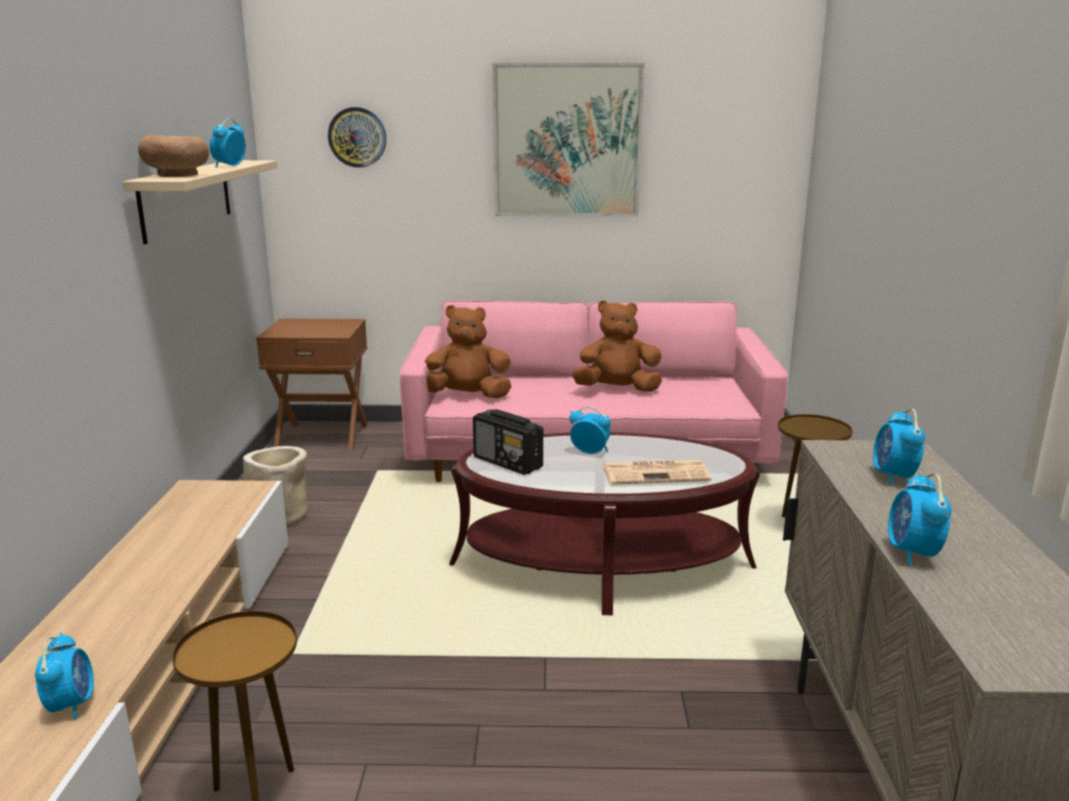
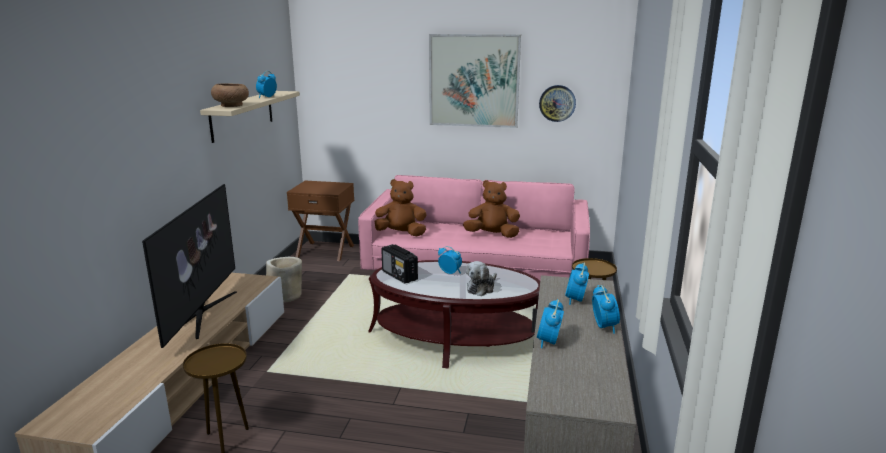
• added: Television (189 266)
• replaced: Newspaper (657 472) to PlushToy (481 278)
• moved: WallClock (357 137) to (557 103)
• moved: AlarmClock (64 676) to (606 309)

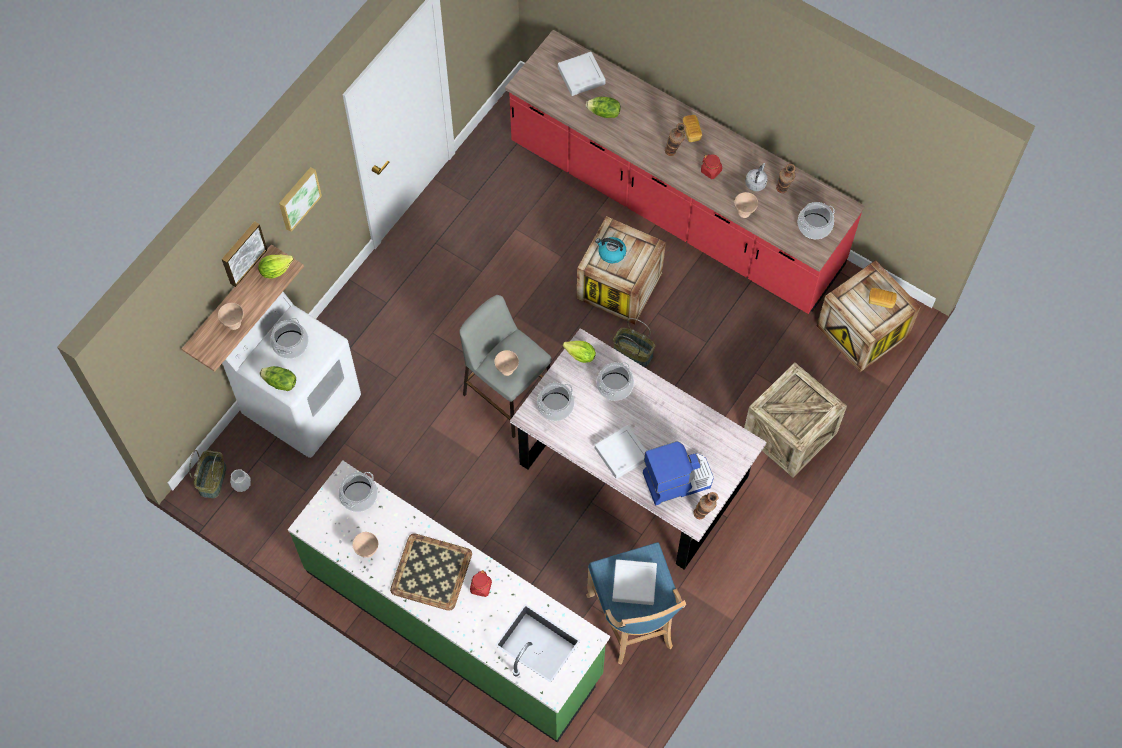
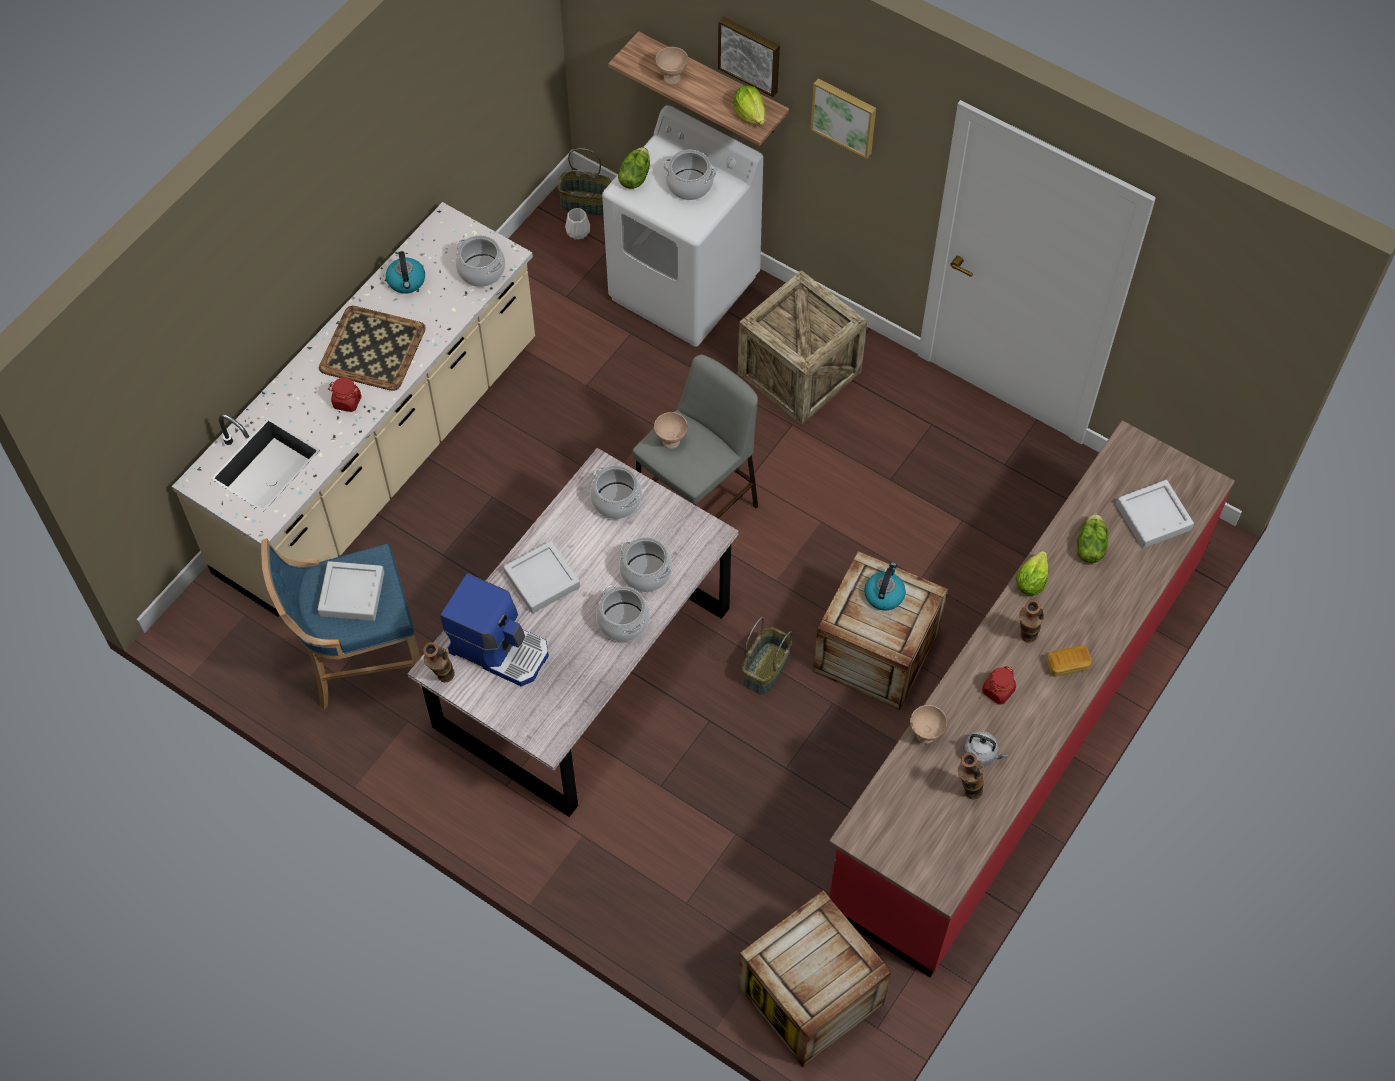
• recoloured: GreenCounter (449 601) to BeigeCounter (353 409)
• replaced: BeigeBowl (365 545) to Kettle (405 272)
• turned: CoffeeMachine (678 473) = (494 630) 45 degrees counterclockwise
• moved: CookingPot (816 220) to (623 613)
• moved: Crate (795 420) to (802 347)
• moved: Lettuce (579 352) to (1031 573)
• removed: Bread (883 298)

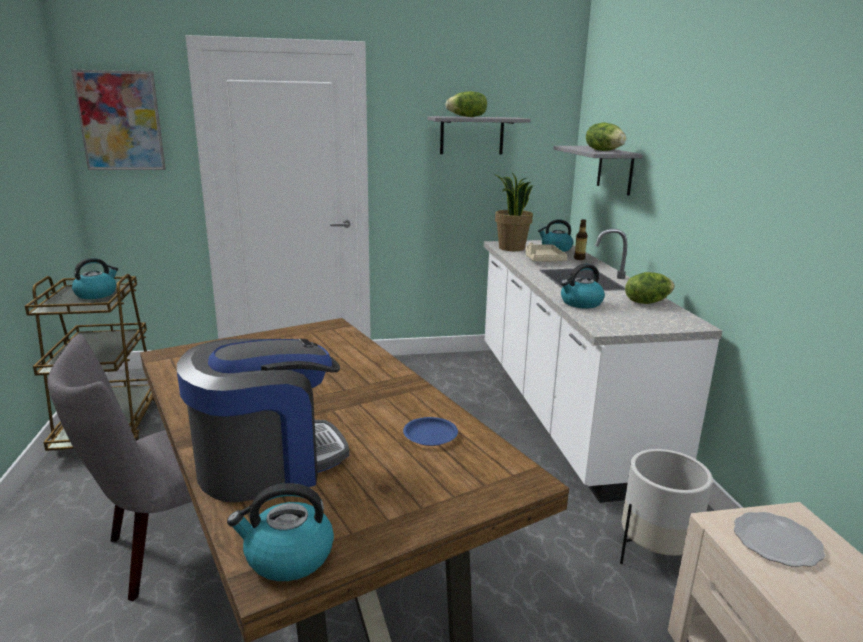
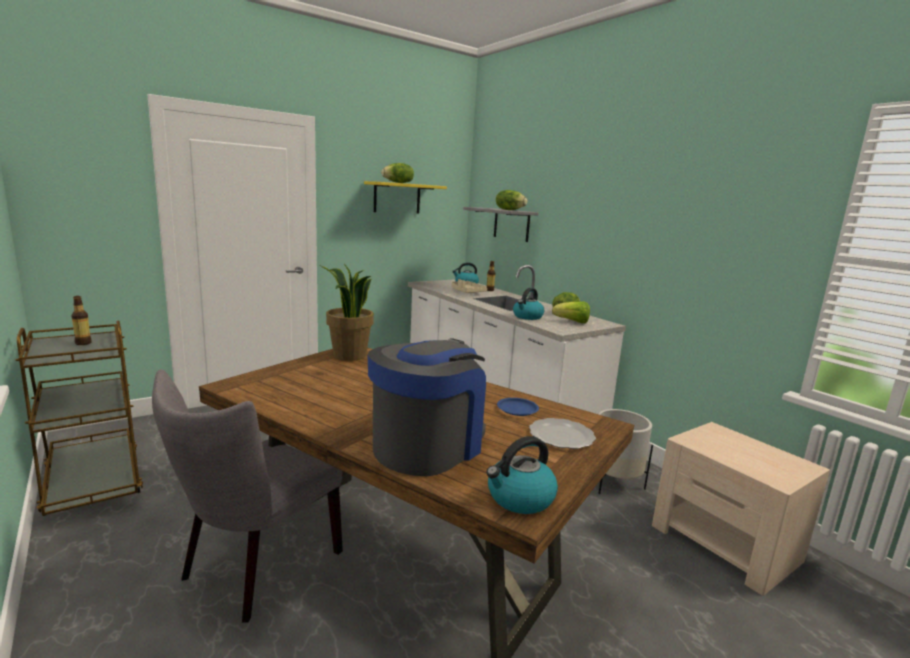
• replaced: Kettle (95 278) to Bottle (81 320)
• moved: PottedPlant (513 212) to (347 312)
• recoloured: GreyShelf (479 135) to YellowShelf (405 197)
• moved: Plate (779 539) to (562 433)
• added: Lettuce (571 312)
• removed: Picture (118 120)

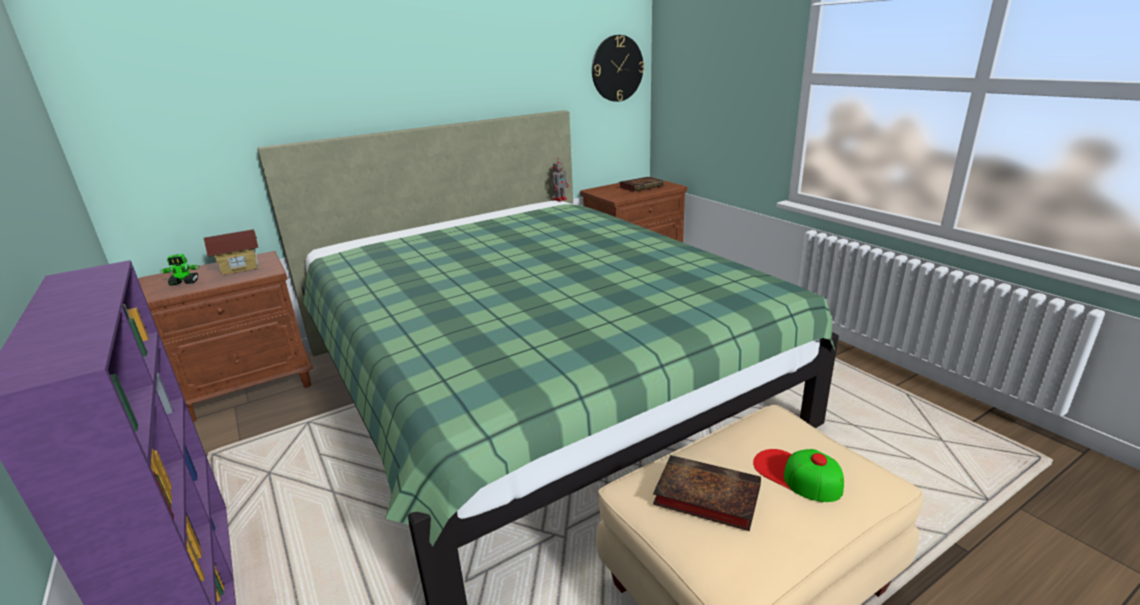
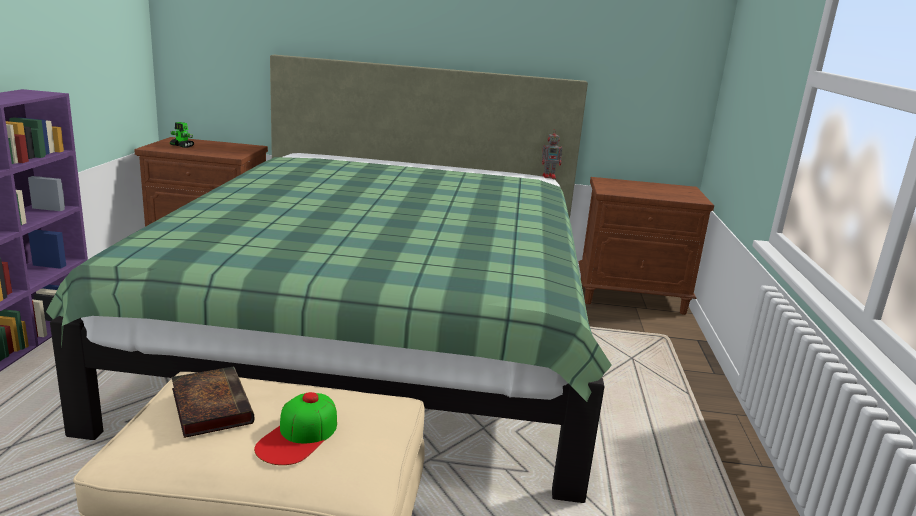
• turned: Cap (798 475) = (295 428) 150 degrees counterclockwise
• removed: ToyHouse (231 252)
• removed: WallClock (618 68)
• removed: Book (641 184)

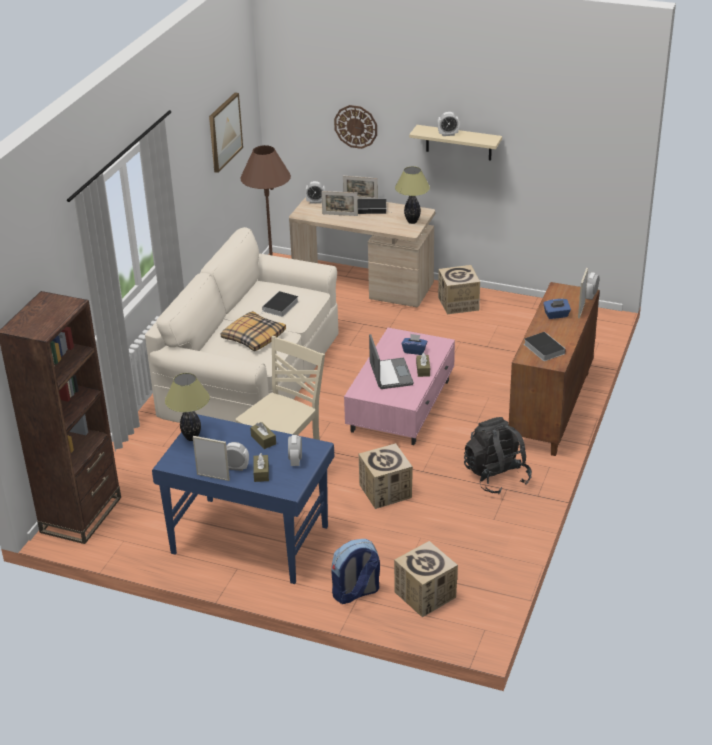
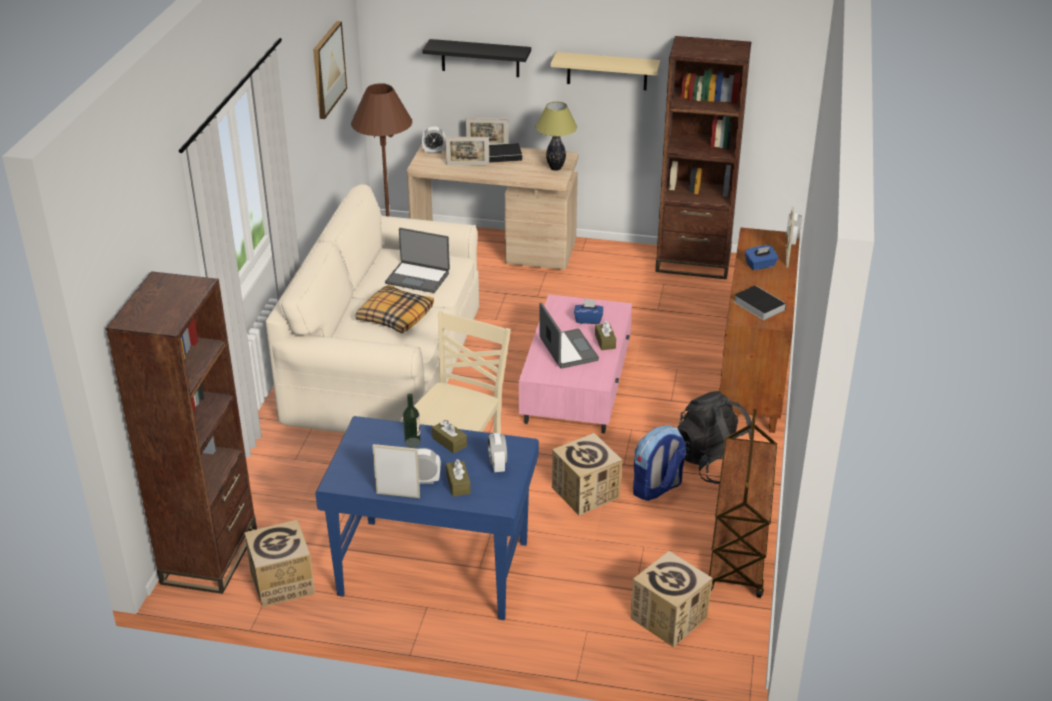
• moved: CardboardBox (459 289) to (279 563)
• replaced: Book (280 304) to Laptop (417 260)
• added: Bottle (412 421)
• replaced: WallClock (355 127) to BlackShelf (476 58)
• moved: Backpack (355 571) to (659 463)
• added: BrownBookcase (703 157)
• added: BrownCart (743 503)
• removed: TableLamp (187 407)
• removed: AlarmClock (448 124)

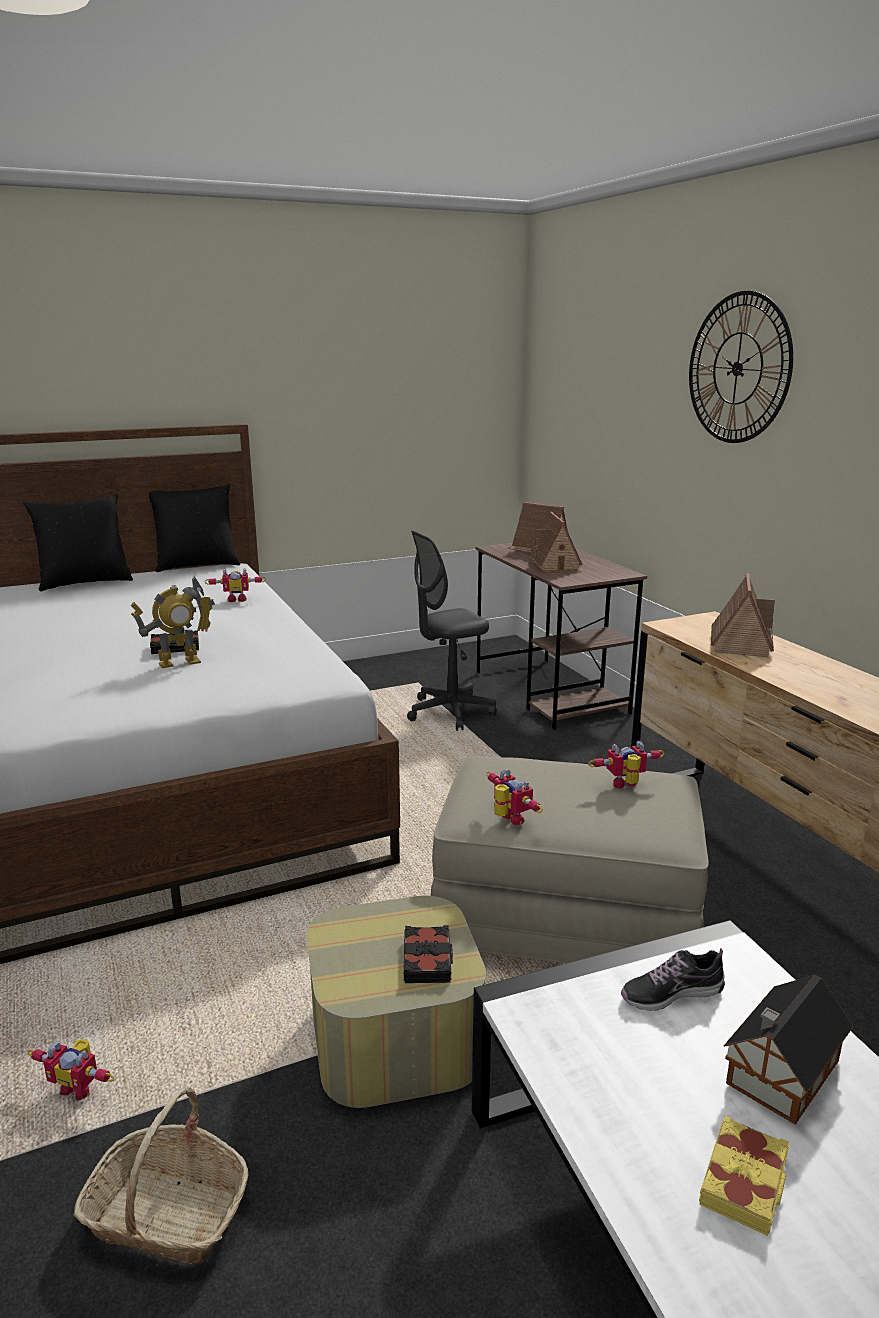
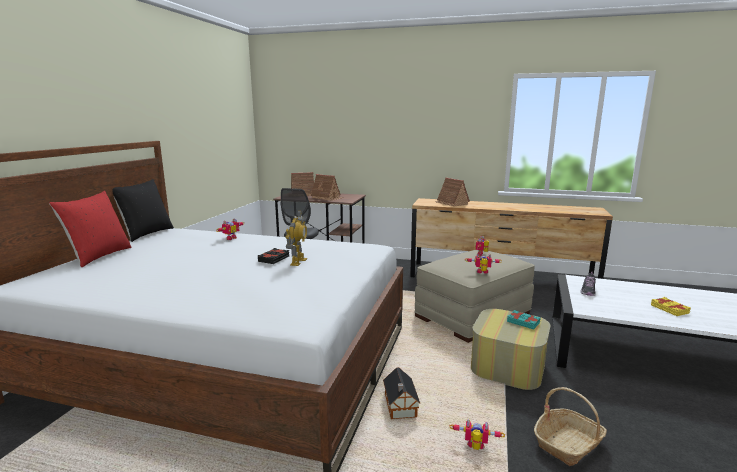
• recoloured: BlackPillow (78 542) to RedPillow (90 229)
• moved: ToyHouse (788 1050) to (401 393)
• turned: ToyRobot (71 1069) = (477 434) 135 degrees counterclockwise
• recoloured: BlackBook (428 954) to TurquoiseBook (524 319)
• removed: WallClock (741 367)

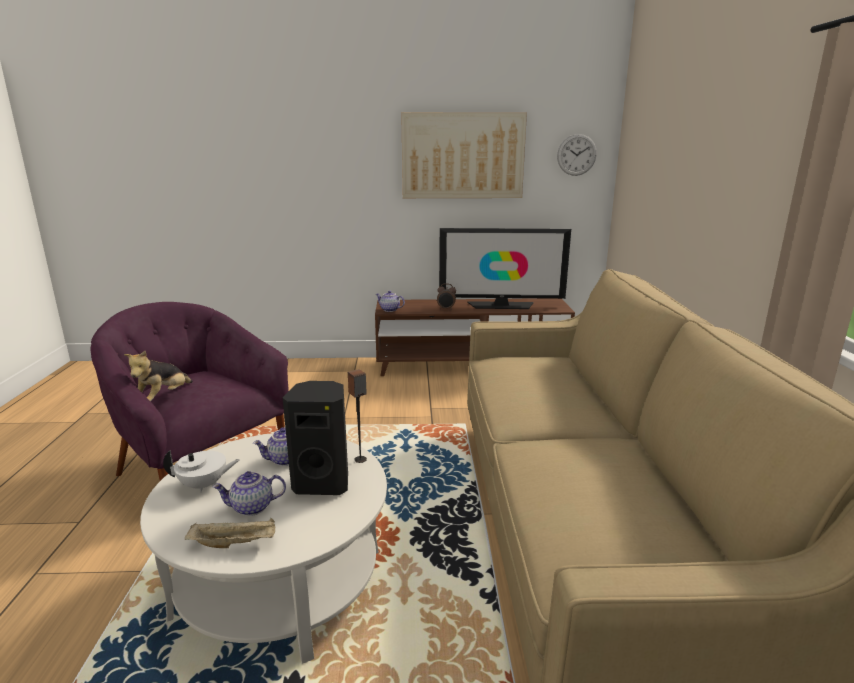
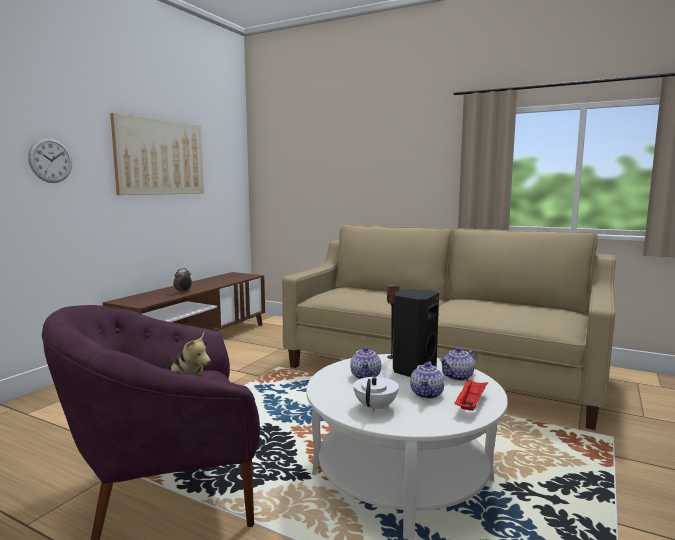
• moved: WallClock (577 155) to (50 160)
• moved: Teapot (390 301) to (458 364)
• recoloured: BeigeTray (230 533) to RedTray (471 394)
• removed: Television (505 268)

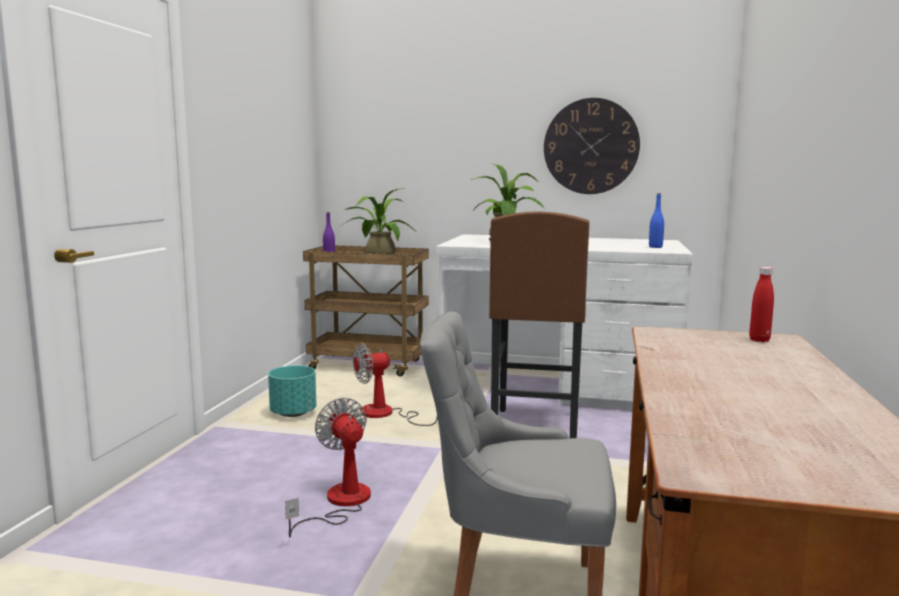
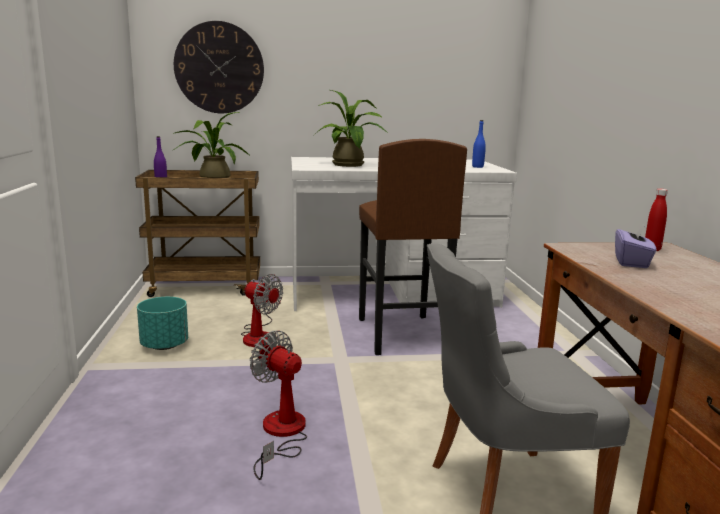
• moved: WallClock (592 146) to (219 67)
• turned: Fan (395 384) = (262 310) 105 degrees counterclockwise
• added: PurpleTissueBox (635 245)

